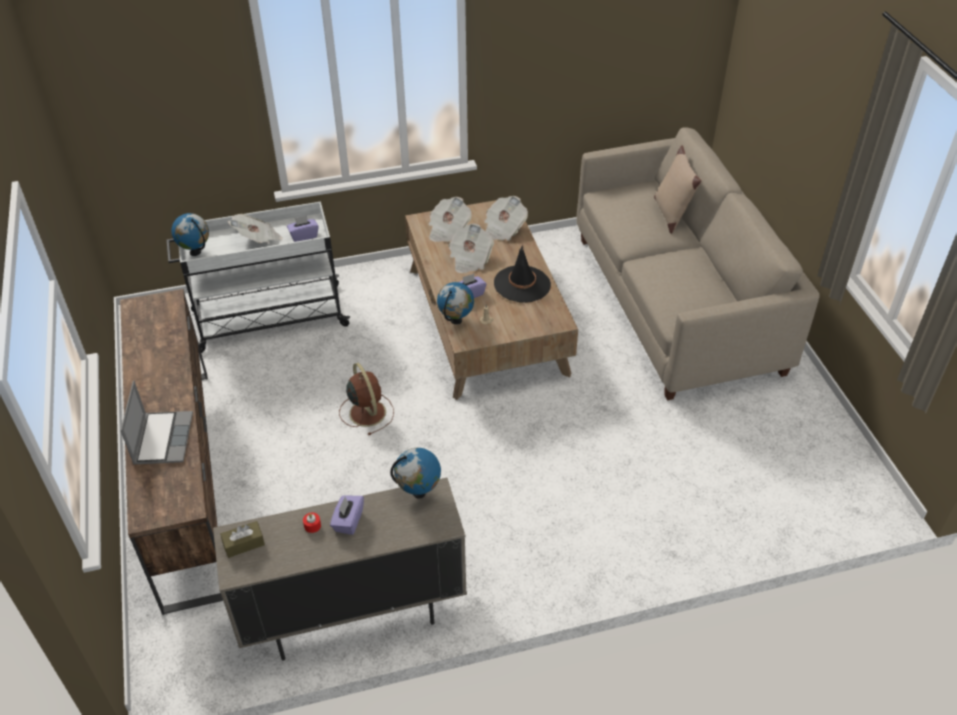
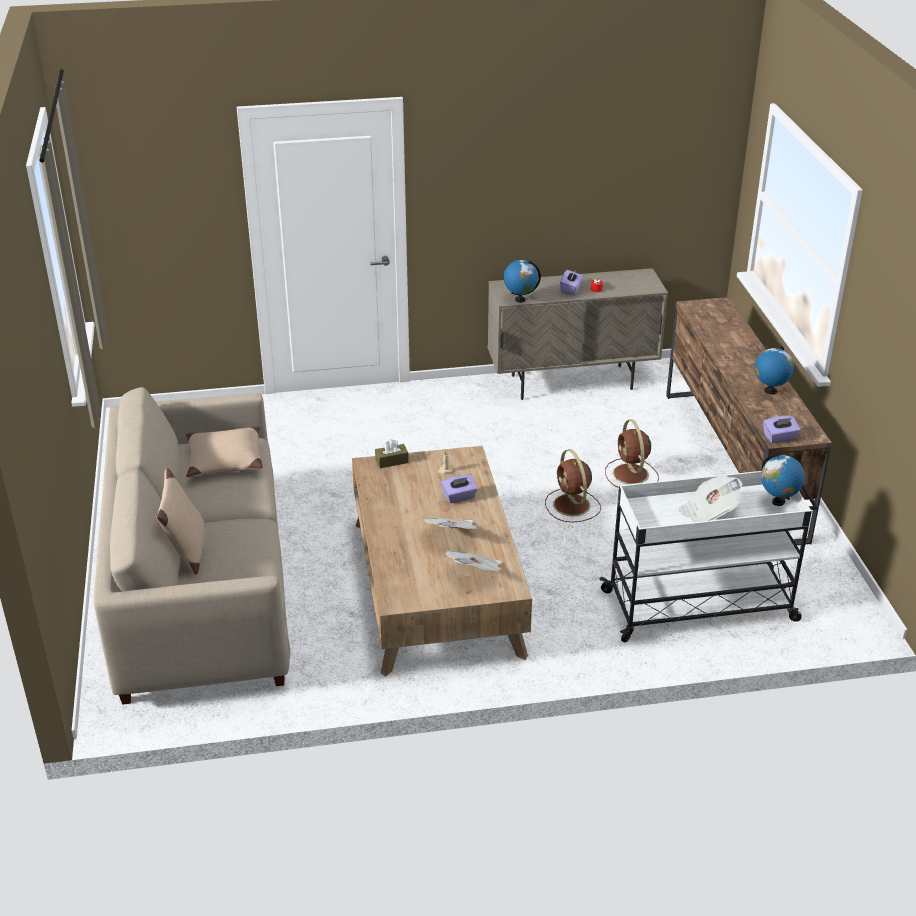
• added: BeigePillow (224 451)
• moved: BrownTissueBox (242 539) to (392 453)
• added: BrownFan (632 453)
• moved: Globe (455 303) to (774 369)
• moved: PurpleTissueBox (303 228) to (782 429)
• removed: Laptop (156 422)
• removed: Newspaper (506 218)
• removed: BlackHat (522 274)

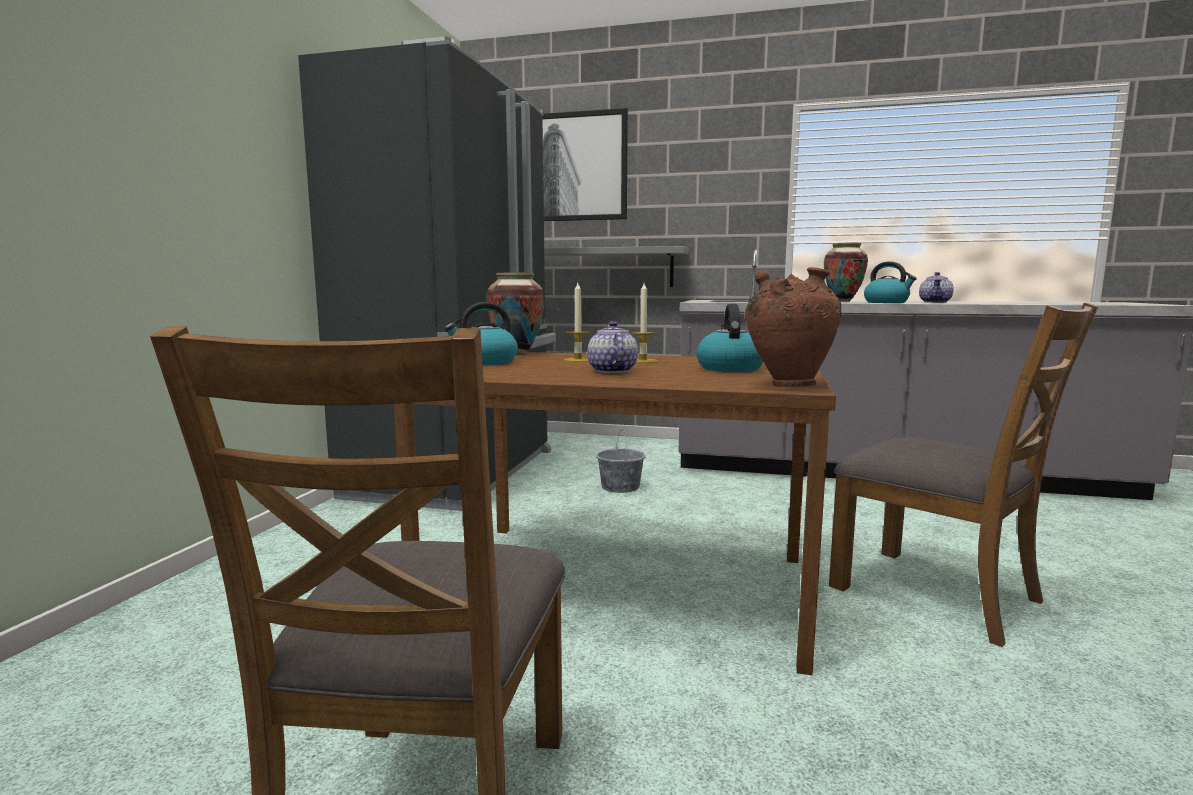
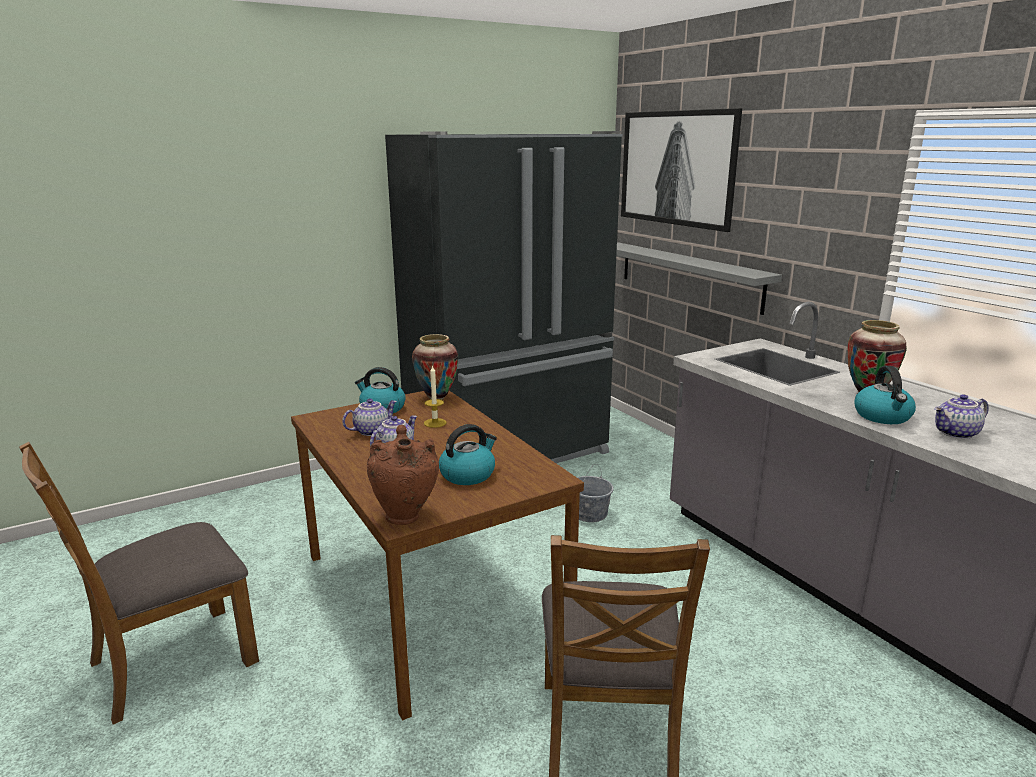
• added: Teapot (369 417)
• removed: Candle (644 323)

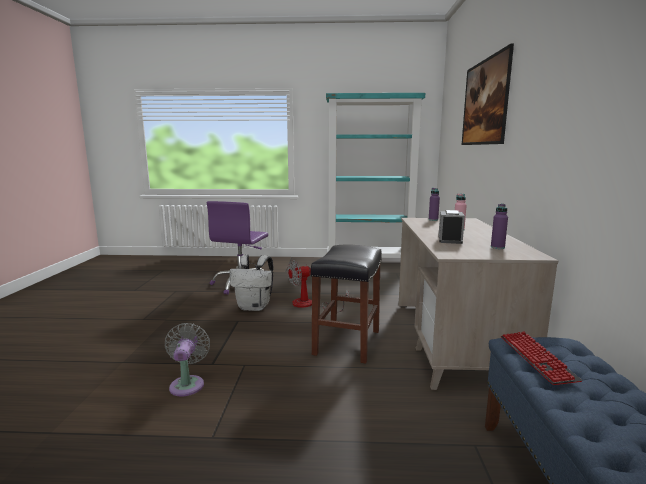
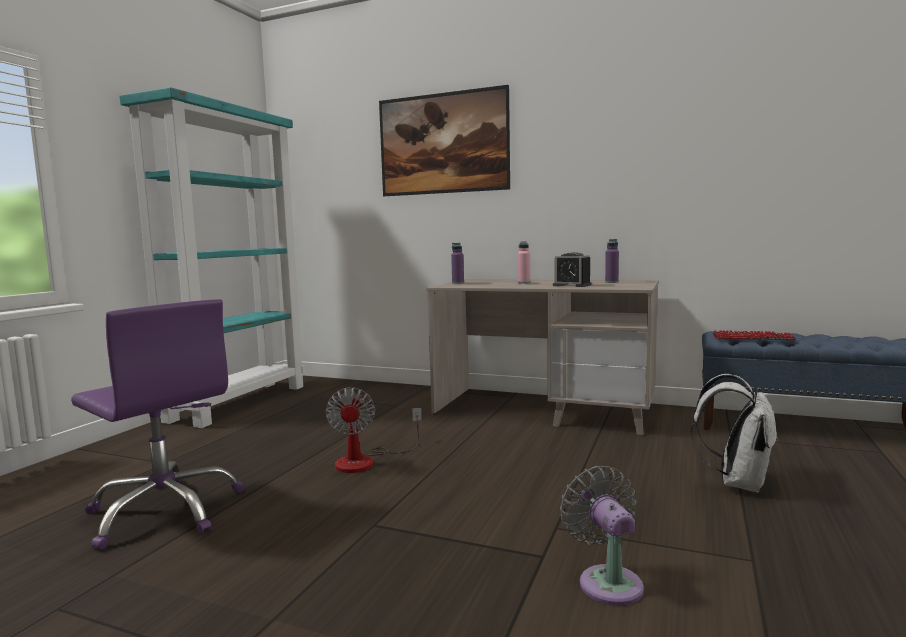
• turned: GreyFan (187 360) = (602 536) 60 degrees clockwise
• moved: WhiteBackpack (251 283) to (734 433)
• removed: BlackStool (346 304)

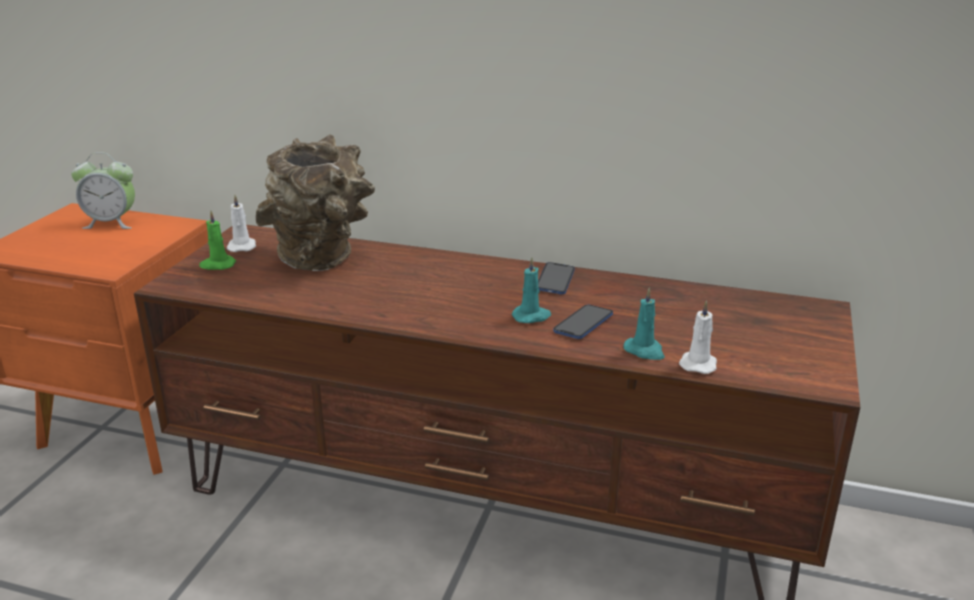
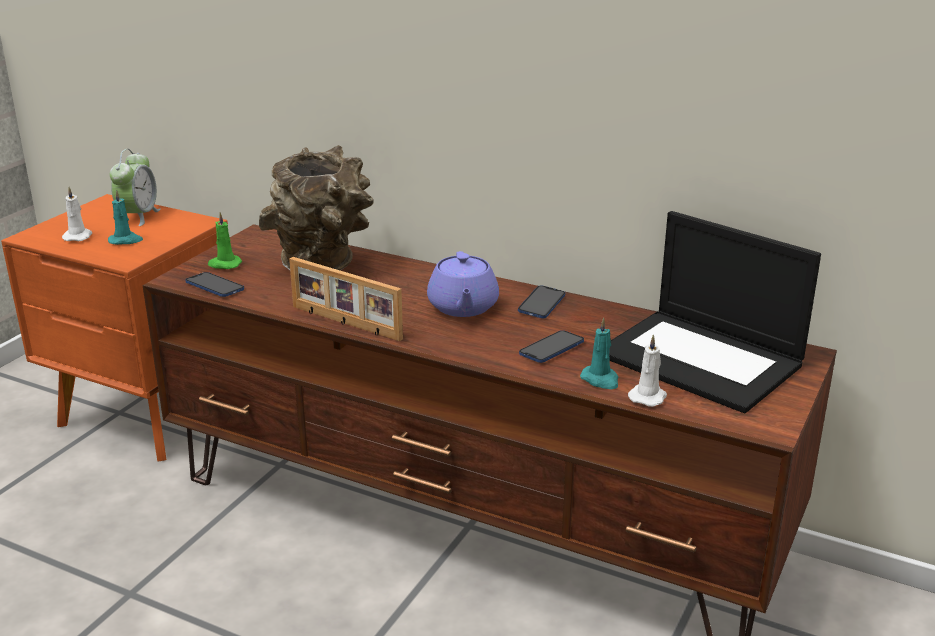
• moved: WhiteCandle (241 223) to (77 214)
• moved: TurquoiseCandle (531 290) to (125 217)
• turned: AlarmClock (103 190) = (135 187) 90 degrees counterclockwise
• added: Phone (214 284)
• added: PictureFrame (346 299)
• added: PurpleTeapot (463 284)
• added: Laptop (715 312)

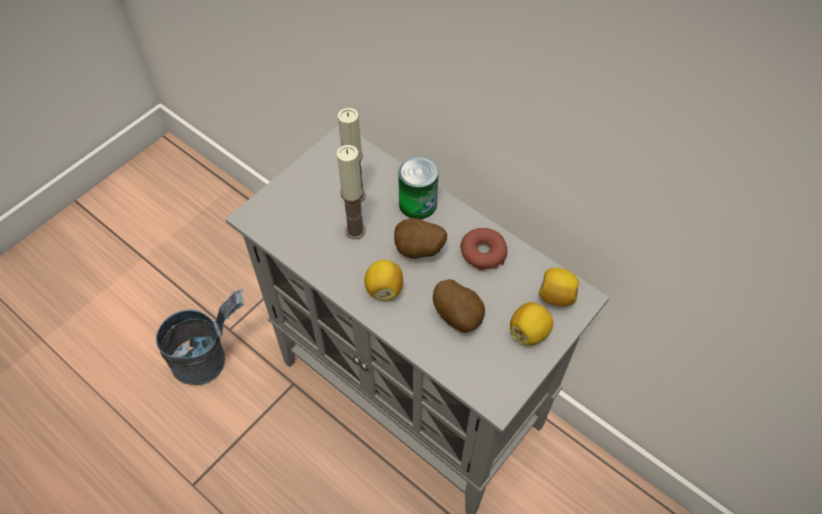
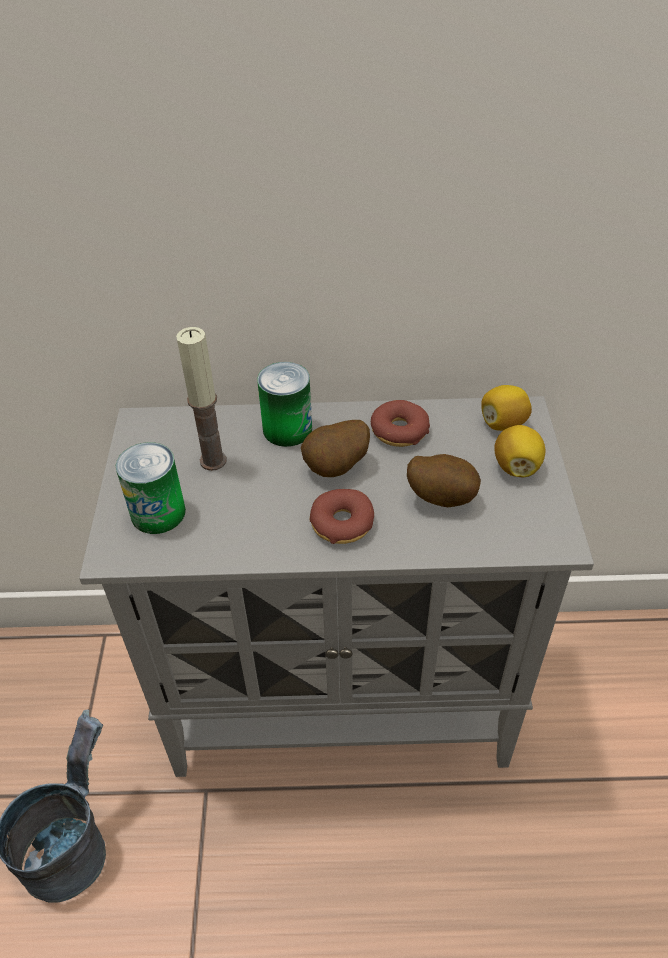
• added: Can (151 488)
• replaced: Lemon (383 280) to Donut (342 516)
• removed: Candle (351 192)

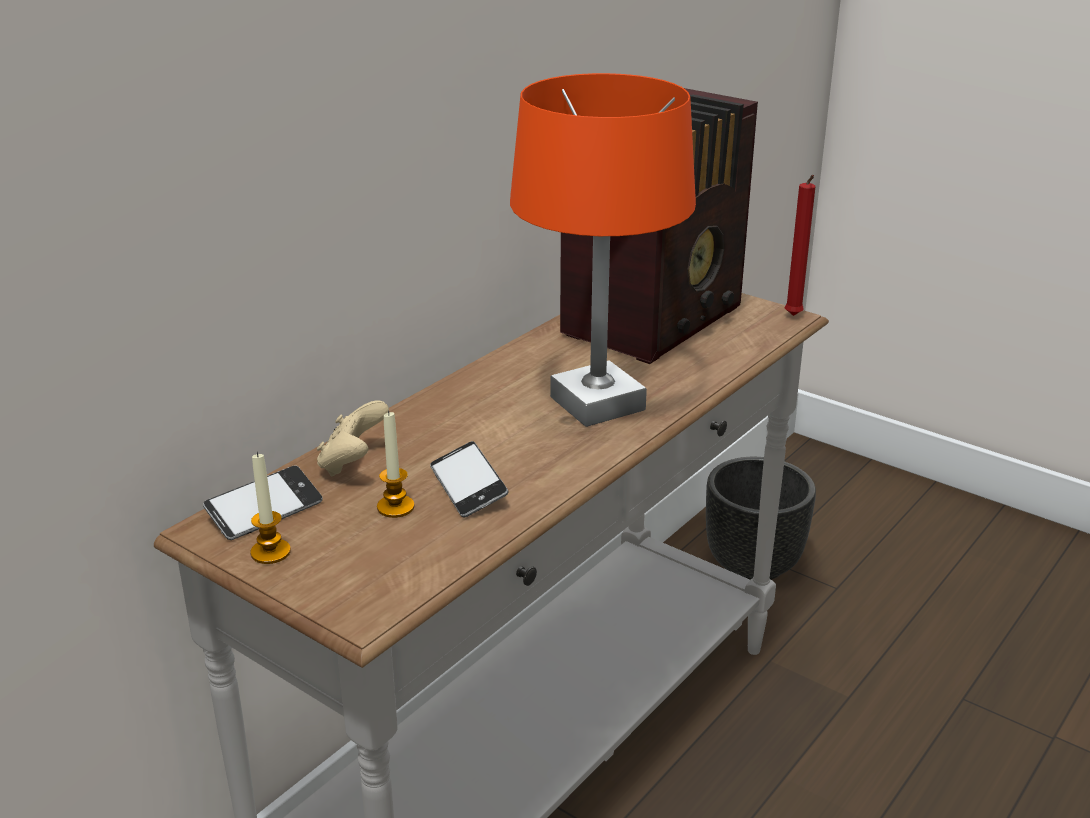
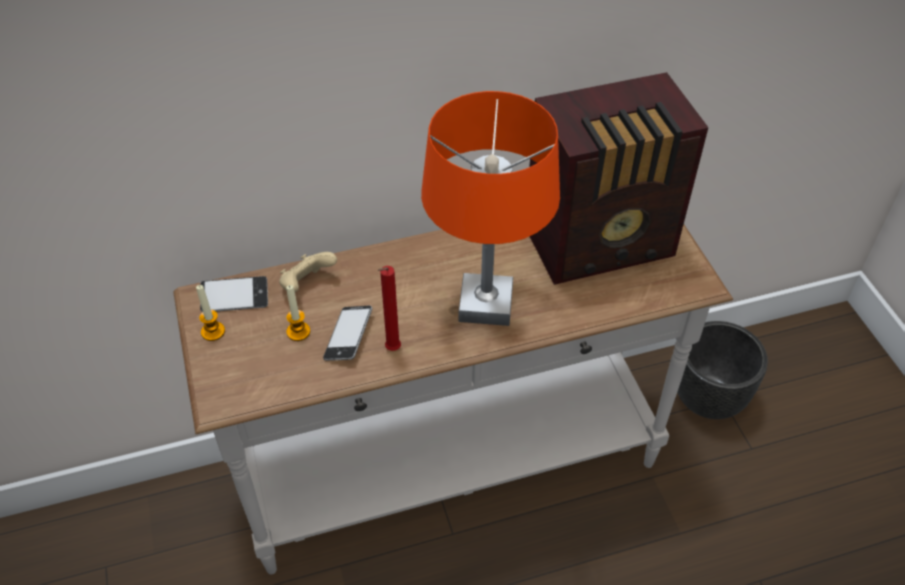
• moved: RedCandle (800 245) to (389 308)

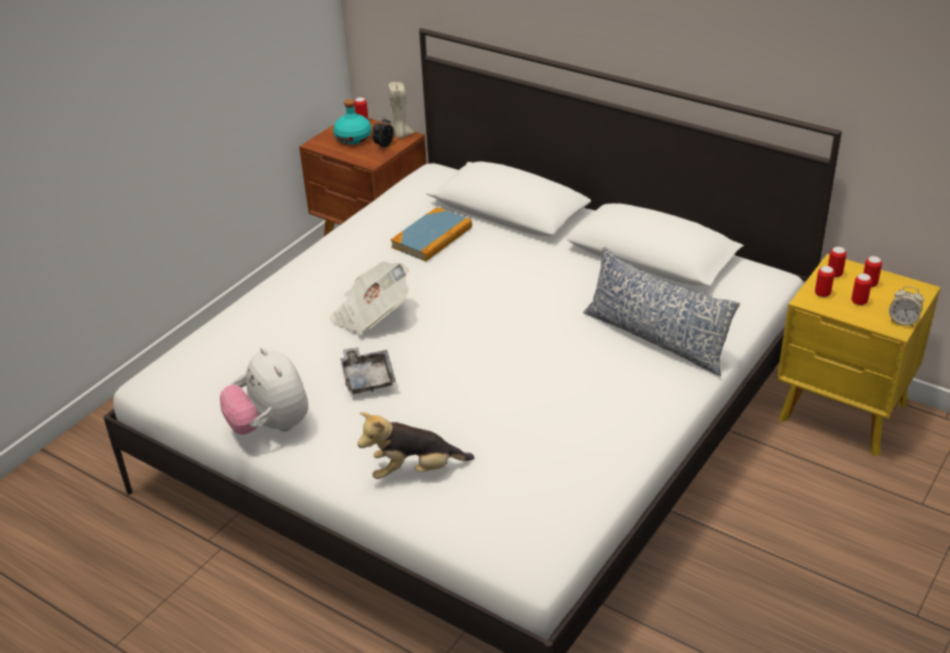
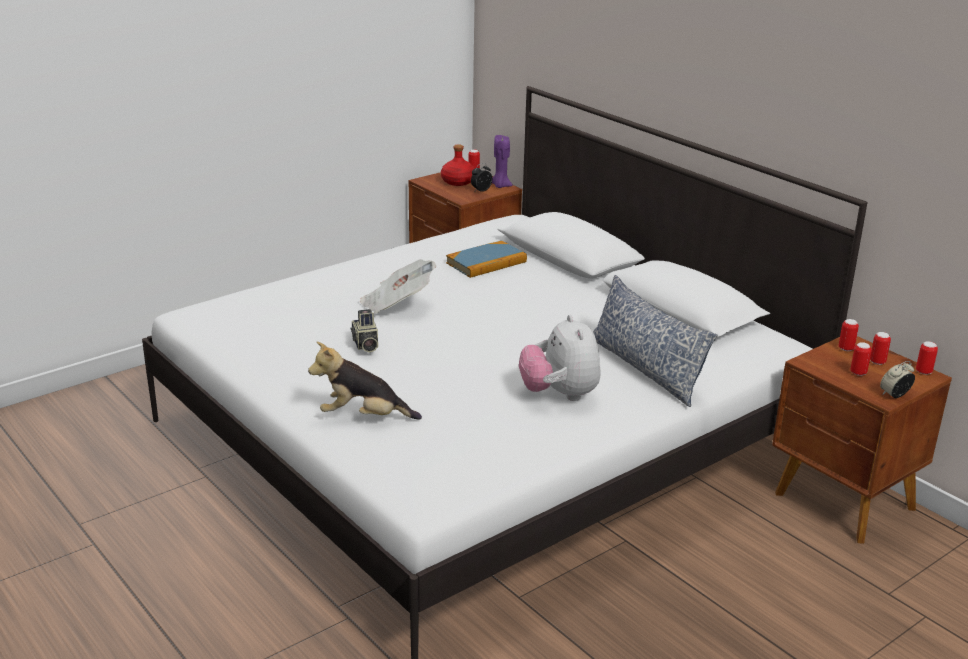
• replaced: GreyTray (368 370) to PhotoCamera (364 330)
• recoloured: TurquoiseBottle (352 121) to RedBottle (458 165)
• recoloured: BeigeCandle (401 110) to PurpleCandle (502 161)
• moved: PlushToy (264 391) to (559 358)
• recoloured: YellowNightstand (858 355) to BrownNightstand (862 440)
• turned: AlarmClock (906 306) = (897 379) 105 degrees clockwise
• moved: Can (825 281) to (927 358)

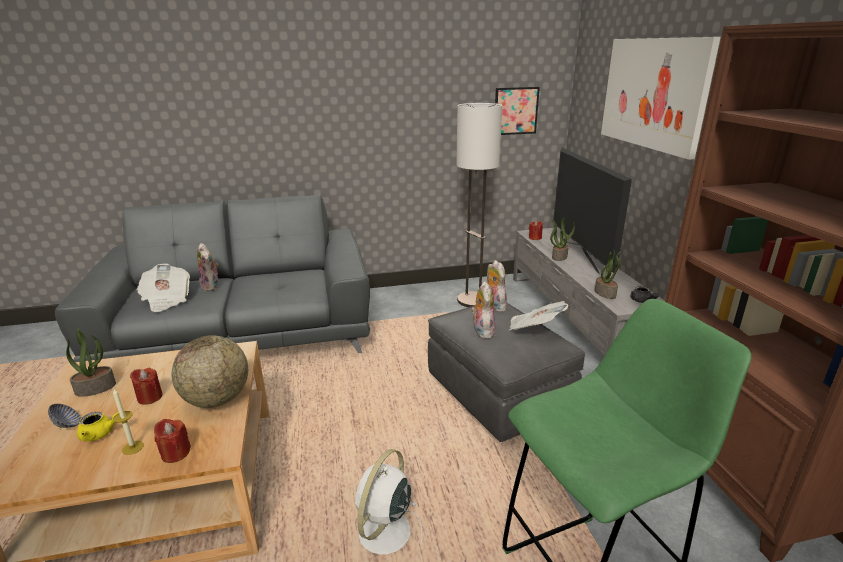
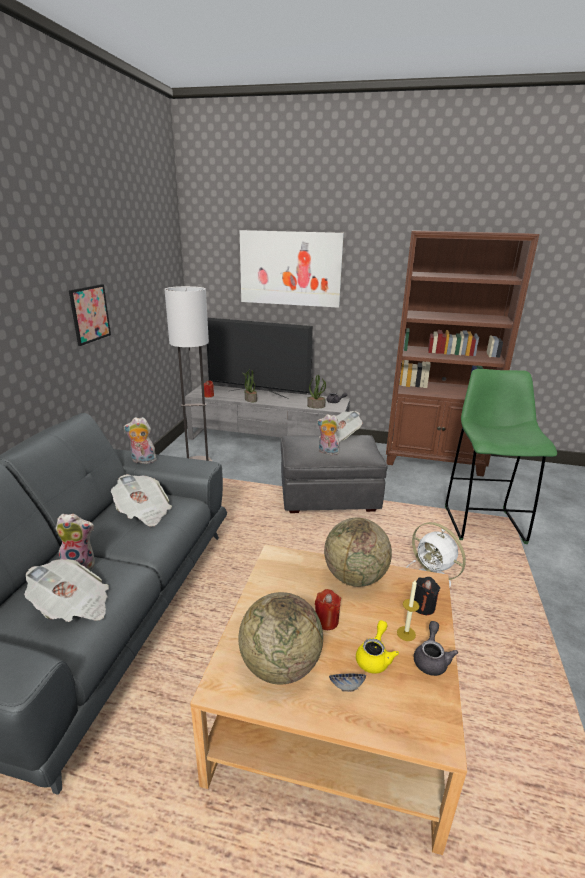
• moved: Picture (517 111) to (90 315)
• added: Newspaper (141 500)
• moved: PlushToy (497 286) to (140 440)
• replaced: PottedPlant (91 362) to Globe (280 638)
• recoloured: RedCandle (172 441) to BlackCandle (427 596)
• added: GreyTeapot (436 648)

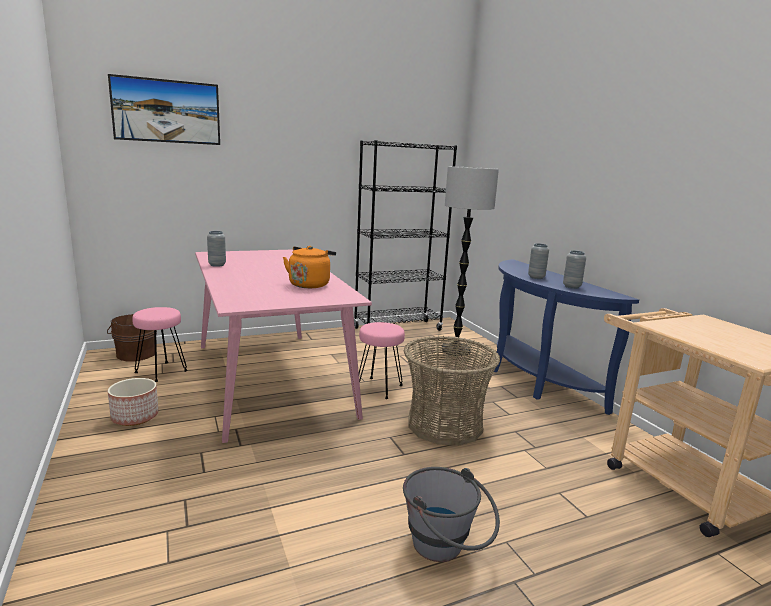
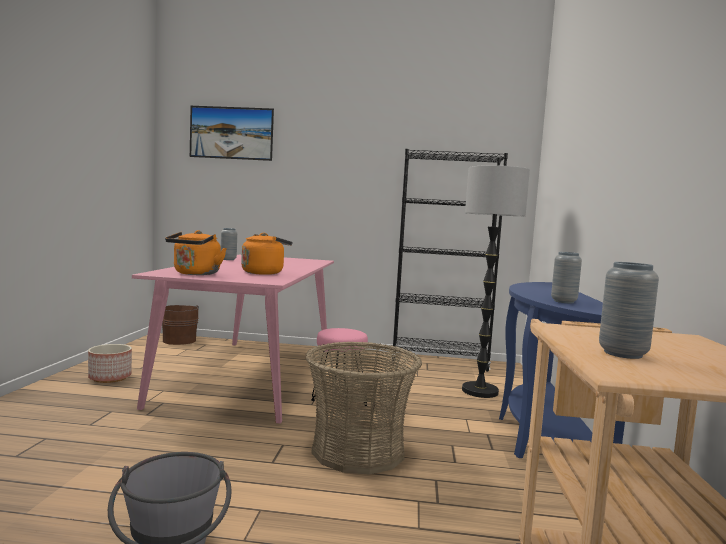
• added: OrangeKettle (196 252)
• moved: GreyVase (538 261) to (629 310)
• removed: PinkStool (160 344)

